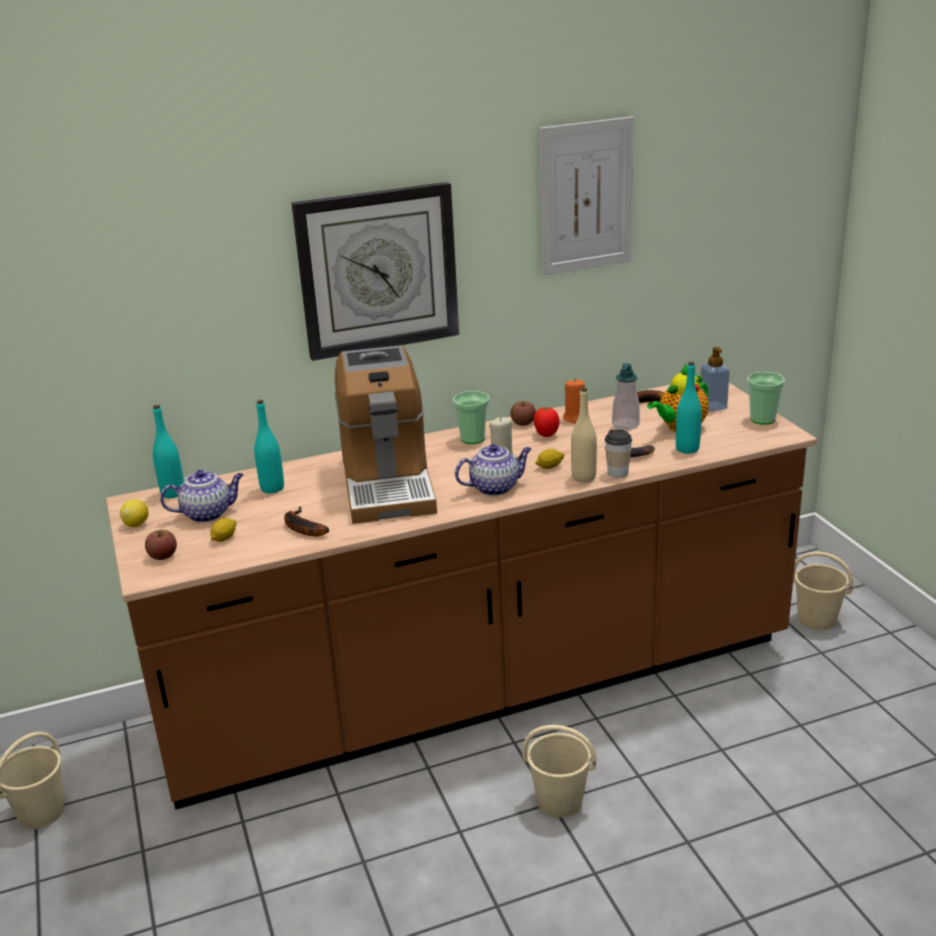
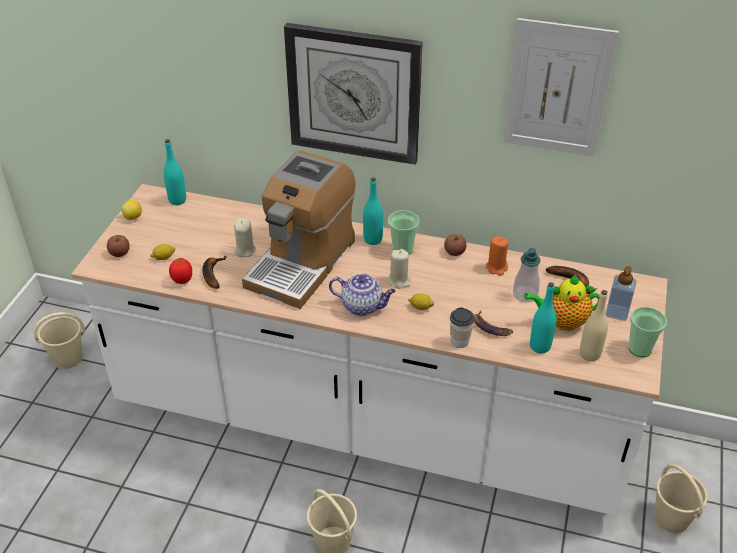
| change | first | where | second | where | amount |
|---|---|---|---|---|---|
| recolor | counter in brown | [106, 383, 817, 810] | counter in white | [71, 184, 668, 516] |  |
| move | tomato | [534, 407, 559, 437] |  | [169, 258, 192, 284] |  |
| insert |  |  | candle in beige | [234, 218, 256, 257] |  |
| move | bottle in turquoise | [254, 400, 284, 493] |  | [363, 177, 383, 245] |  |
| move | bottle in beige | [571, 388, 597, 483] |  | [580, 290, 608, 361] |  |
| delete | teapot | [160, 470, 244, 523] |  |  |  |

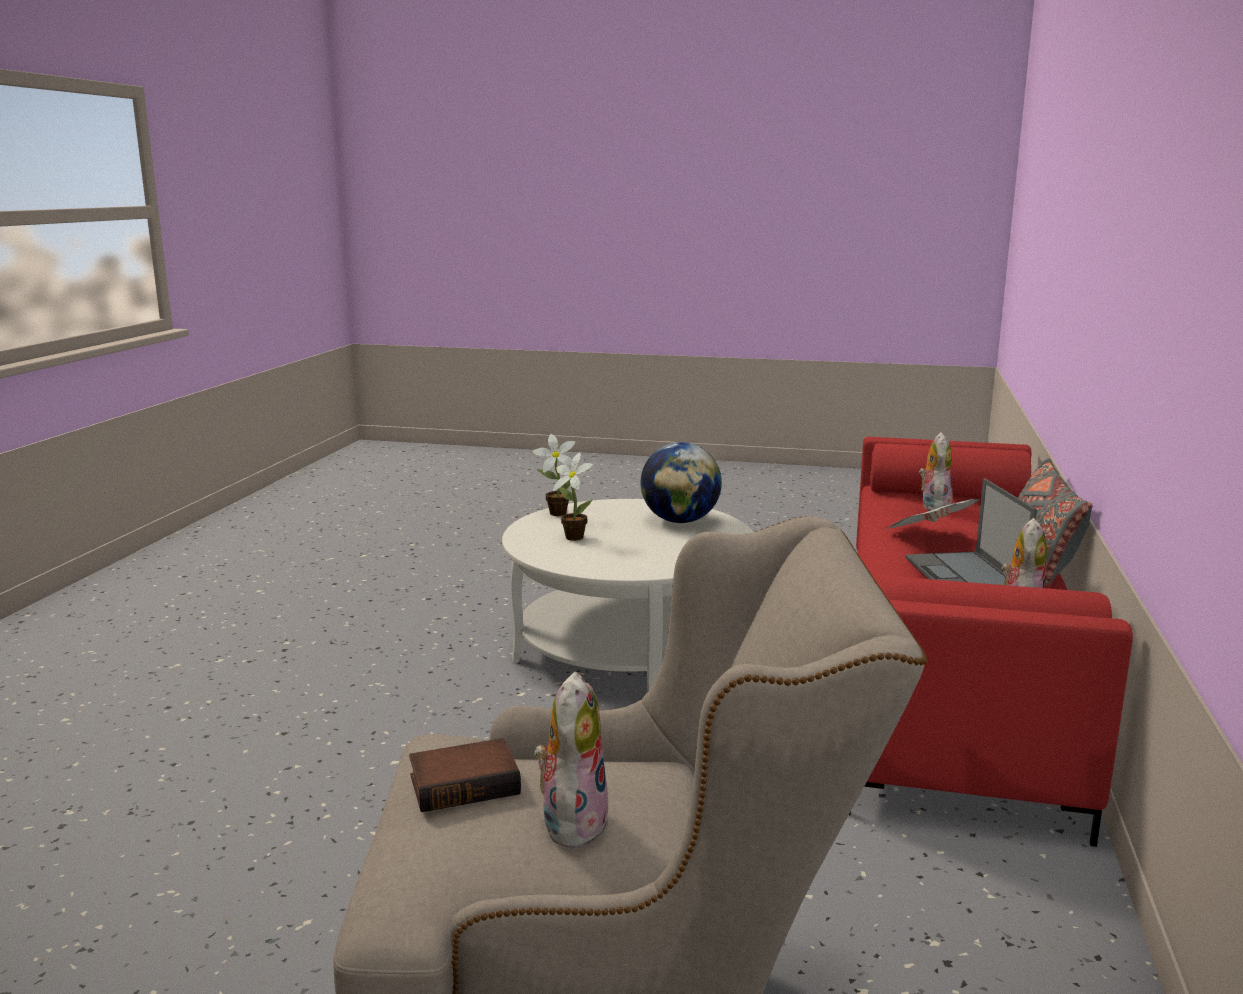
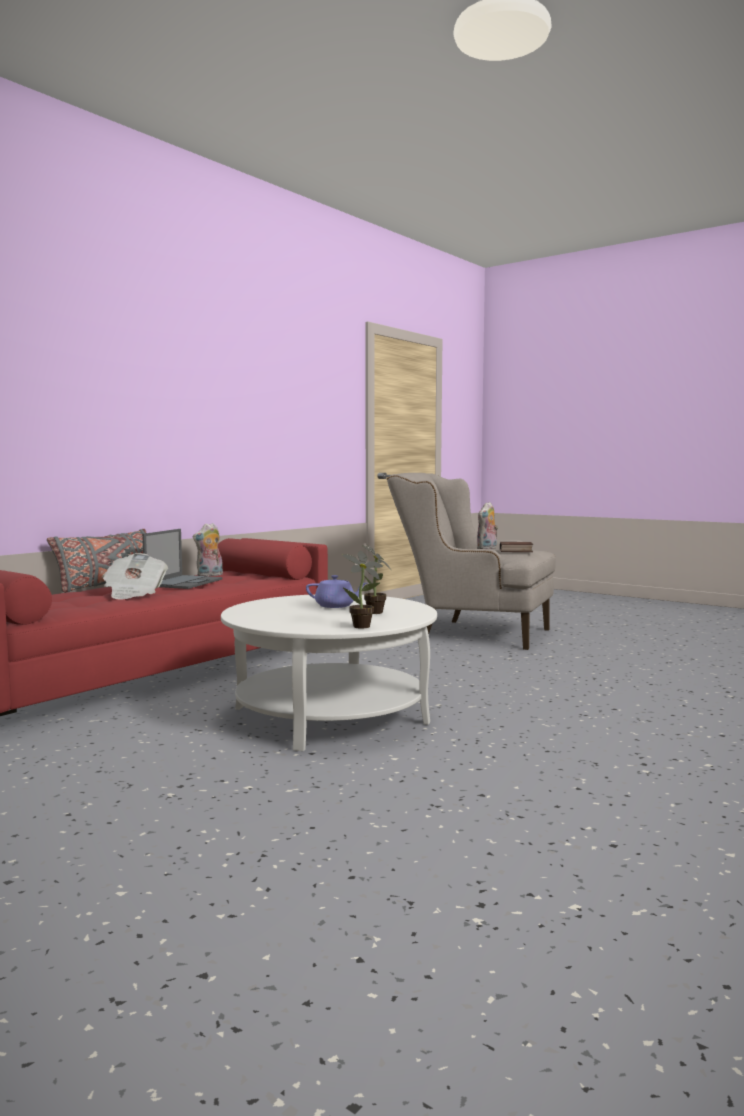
| change | first | where | second | where | amount |
|---|---|---|---|---|---|
| insert |  |  | teapot in purple | [306, 575, 367, 608] |  |
| delete | globe | [641, 442, 722, 523] |  |  |  |
| delete | plush toy | [919, 432, 953, 511] |  |  |  |

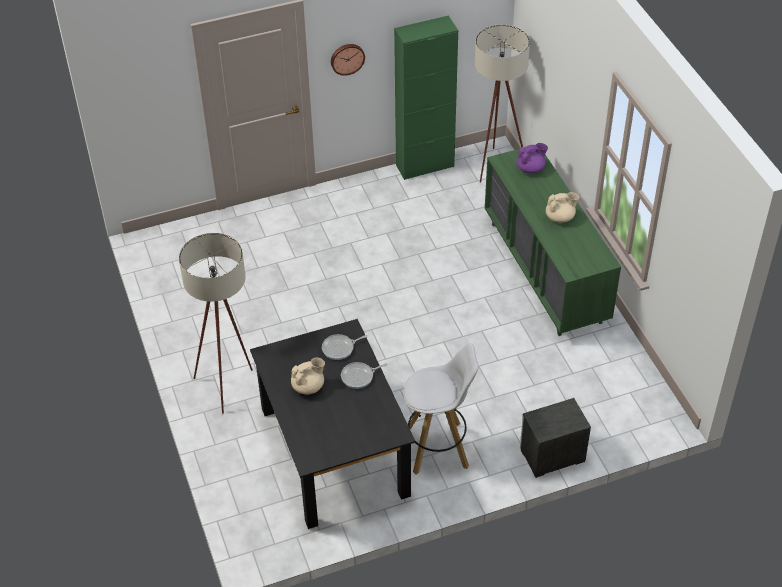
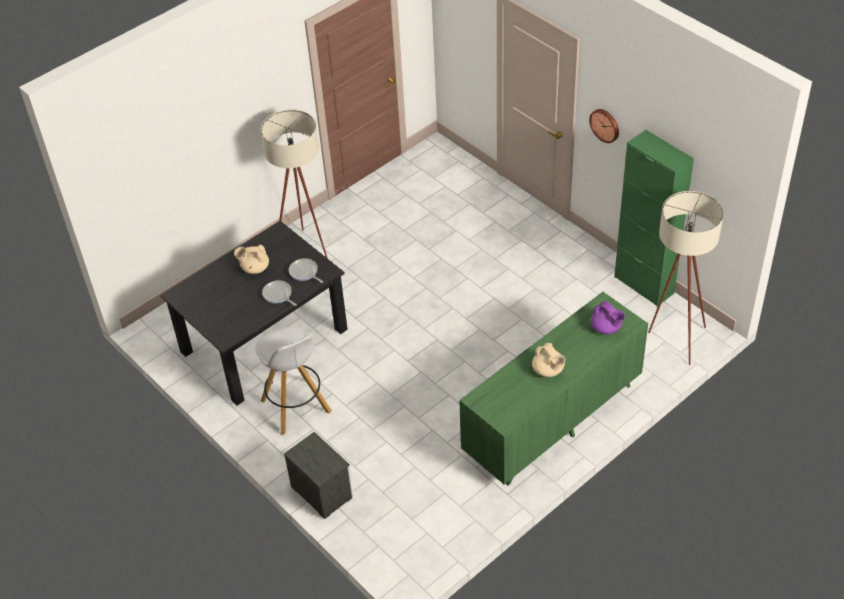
| change | first | where | second | where | amount |
|---|---|---|---|---|---|
| rotate | teapot in beige | [291, 358, 325, 394] |  | [234, 245, 269, 274] | 135 degrees clockwise |

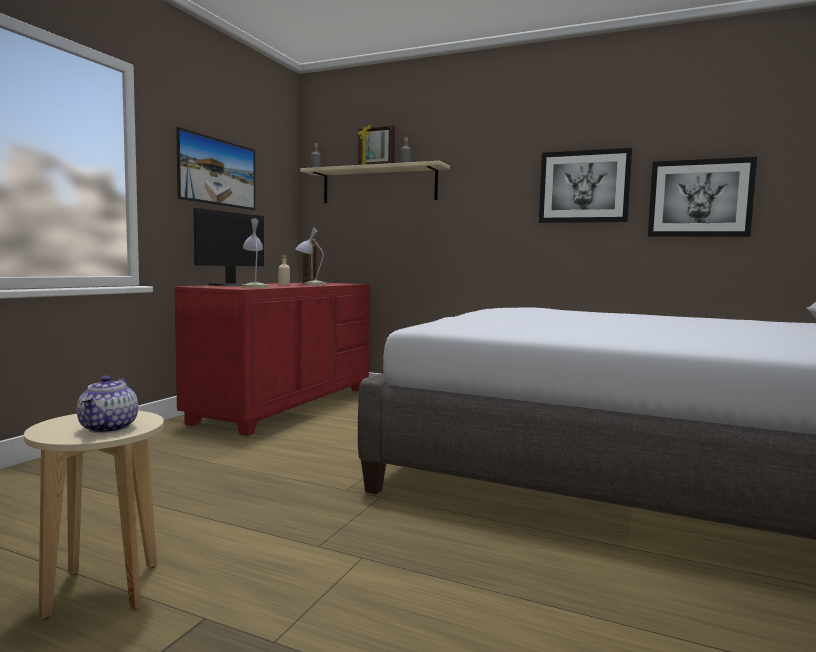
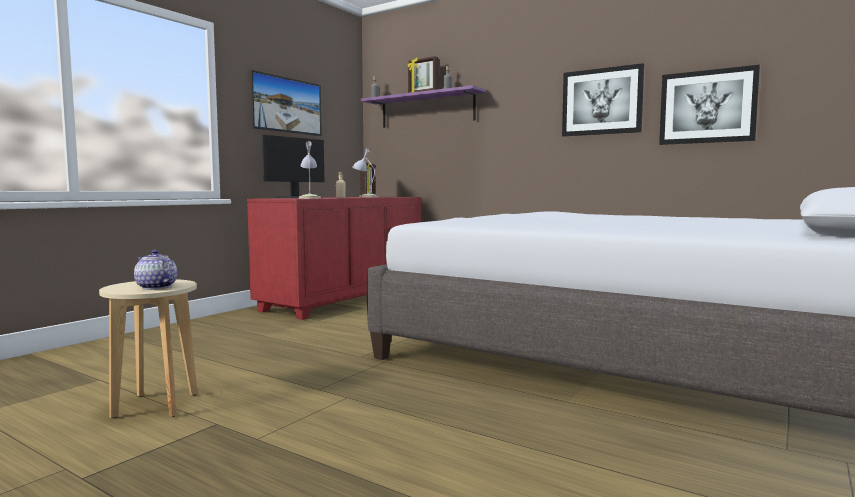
| change | first | where | second | where | amount |
|---|---|---|---|---|---|
| rotate | teapot | [77, 375, 138, 433] |  | [134, 250, 177, 290] | 120 degrees clockwise |
| recolor | shelf in beige | [300, 161, 450, 203] | shelf in purple | [361, 85, 486, 128] |  |

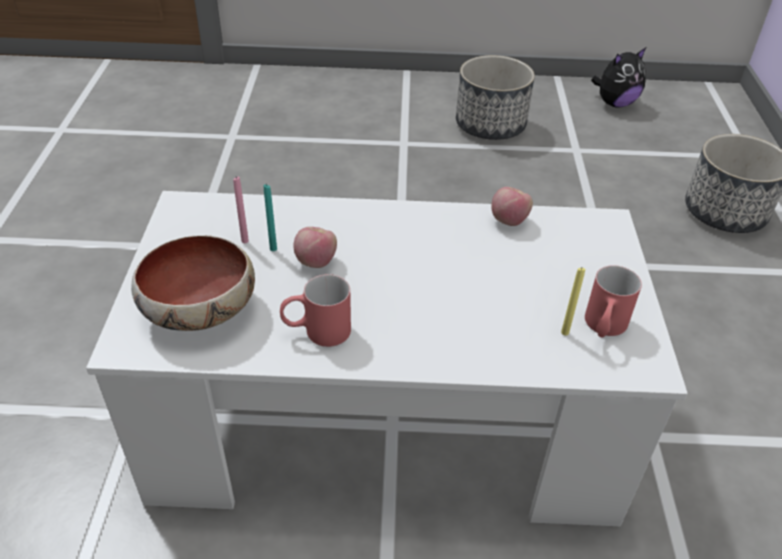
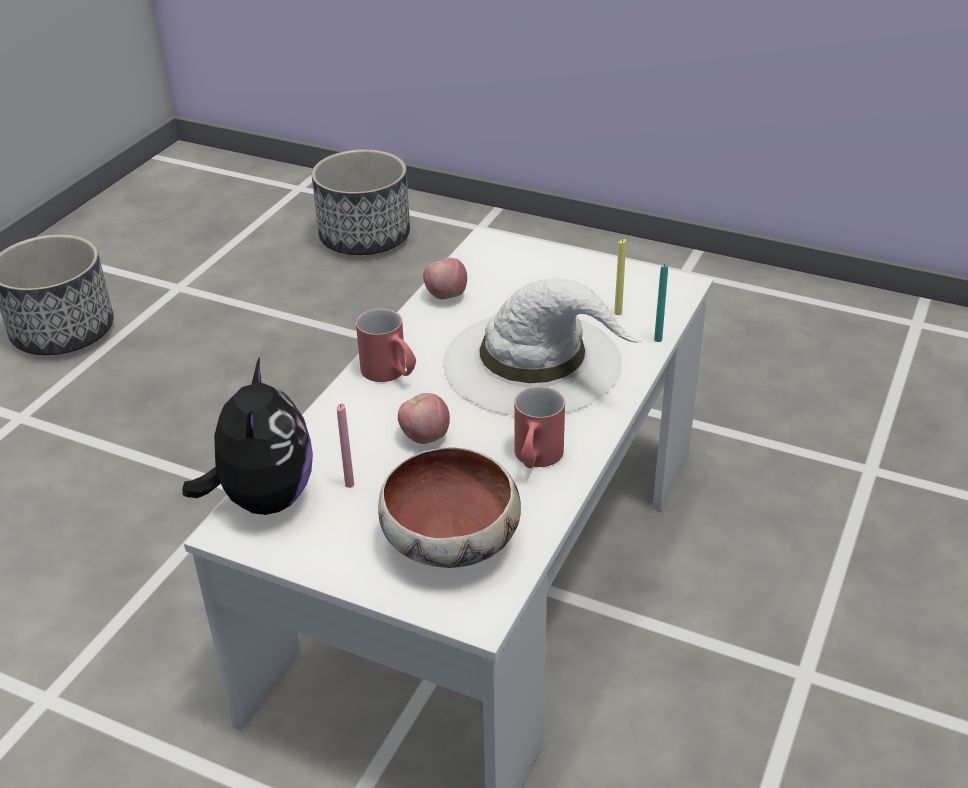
| change | first | where | second | where | amount |
|---|---|---|---|---|---|
| move | plush toy | [591, 48, 646, 108] |  | [182, 357, 313, 515] |  |
| move | mug in red | [585, 265, 642, 337] |  | [356, 309, 416, 382] |  |
| insert |  |  | hat in white | [443, 278, 641, 416] |  |
| move | candle in turquoise | [264, 184, 277, 251] |  | [654, 264, 668, 342] |  |

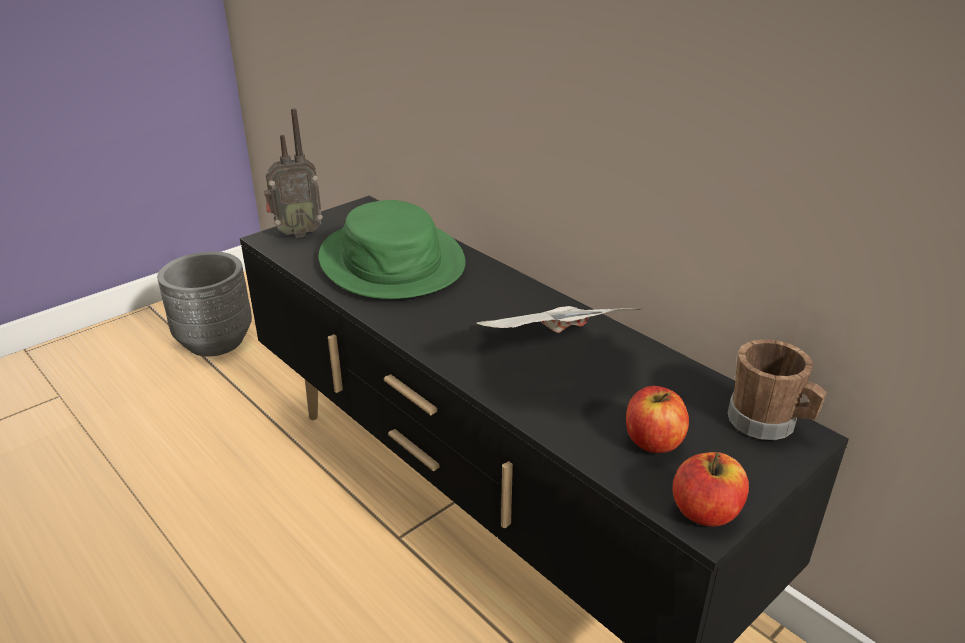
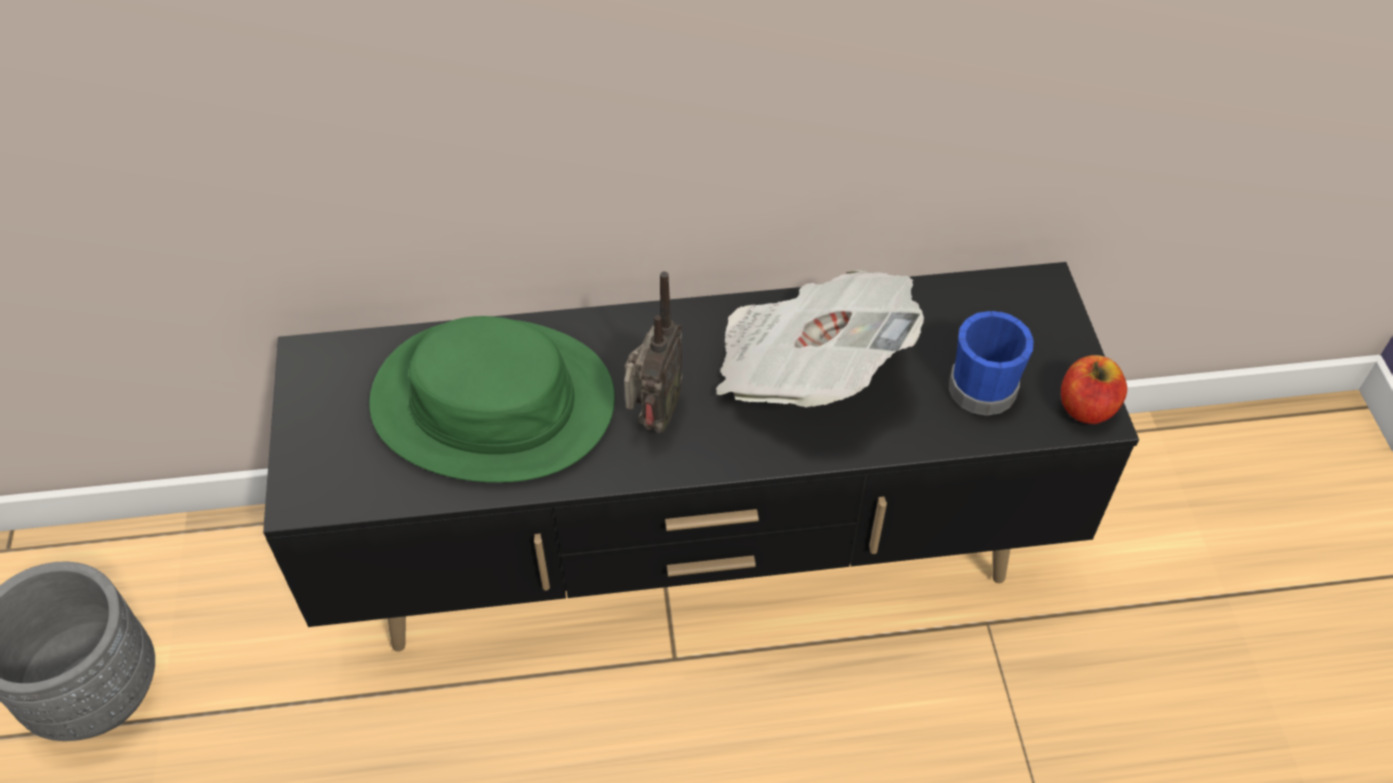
| change | first | where | second | where | amount |
|---|---|---|---|---|---|
| move | radio | [264, 108, 323, 238] |  | [624, 271, 682, 433] |  |
| replace | apple | [626, 386, 689, 453] | mug in blue | [949, 311, 1034, 416] |  |
| delete | mug in brown | [728, 339, 827, 440] |  |  |  |

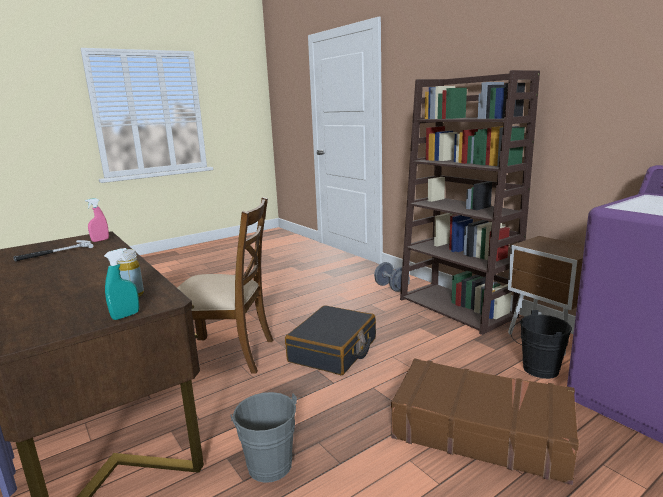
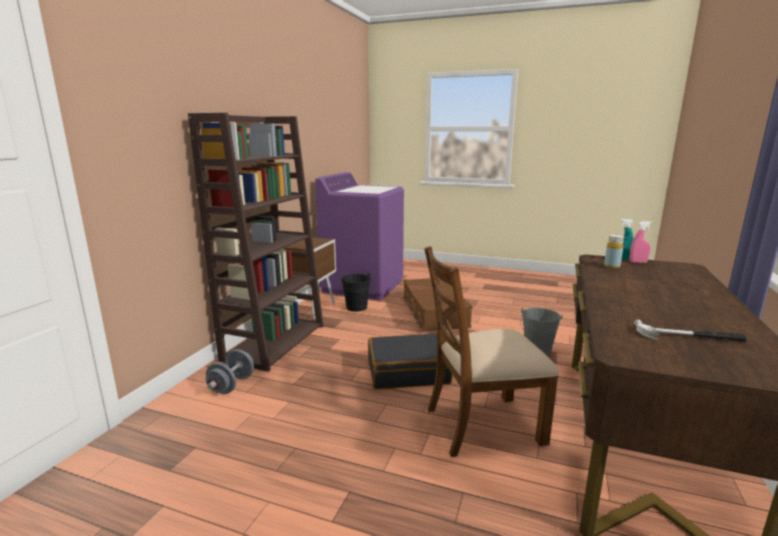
| change | first | where | second | where | amount |
|---|---|---|---|---|---|
| rotate | chair in brown | [177, 197, 273, 374] |  | [424, 246, 559, 457] | 75 degrees counterclockwise |
| move | spray bottle in pink | [85, 198, 109, 242] |  | [630, 221, 653, 263] |  |

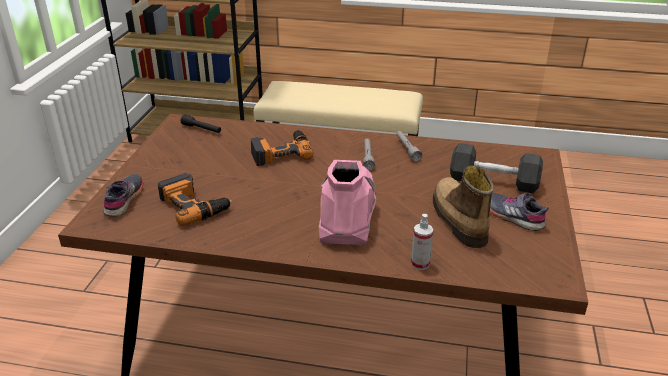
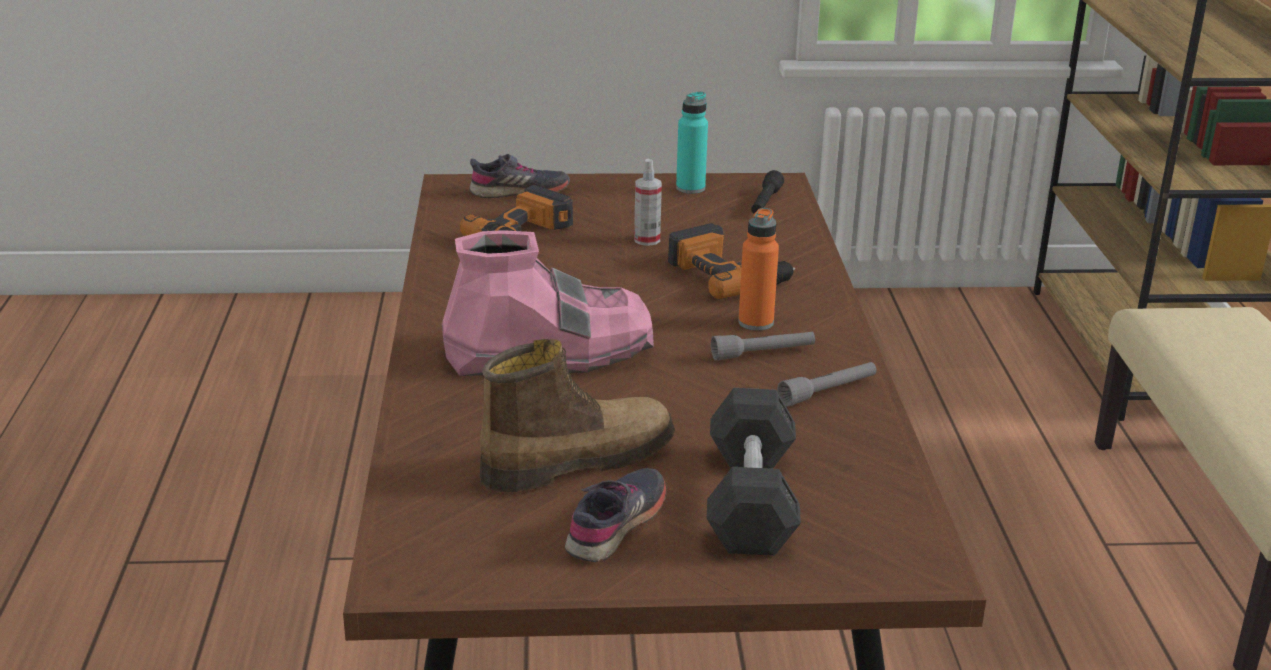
| change | first | where | second | where | amount |
|---|---|---|---|---|---|
| move | spray bottle | [411, 214, 433, 270] |  | [634, 159, 662, 246] |  |
| insert |  |  | bottle in turquoise | [676, 92, 708, 194] |  |
| insert |  |  | bottle in orange | [738, 208, 779, 331] |  |

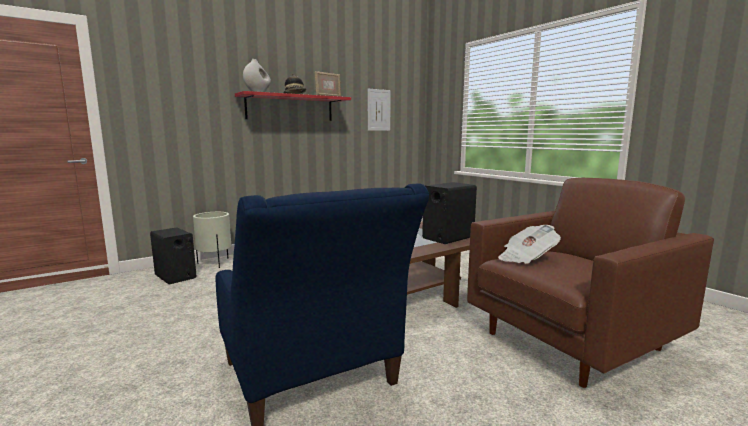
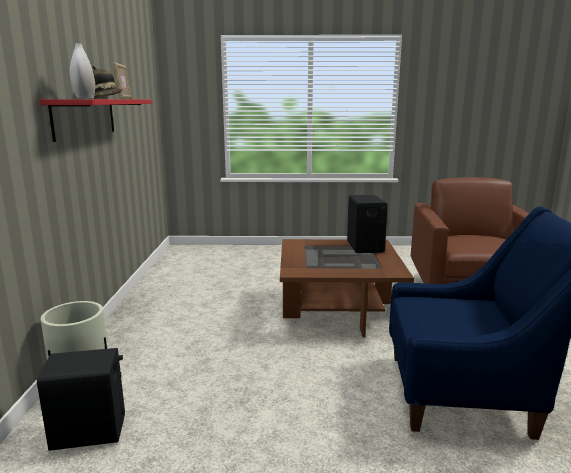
| change | first | where | second | where | amount |
|---|---|---|---|---|---|
| delete | picture | [368, 89, 391, 131] |  |  |  |
| delete | newspaper | [498, 225, 561, 264] |  |  |  |

